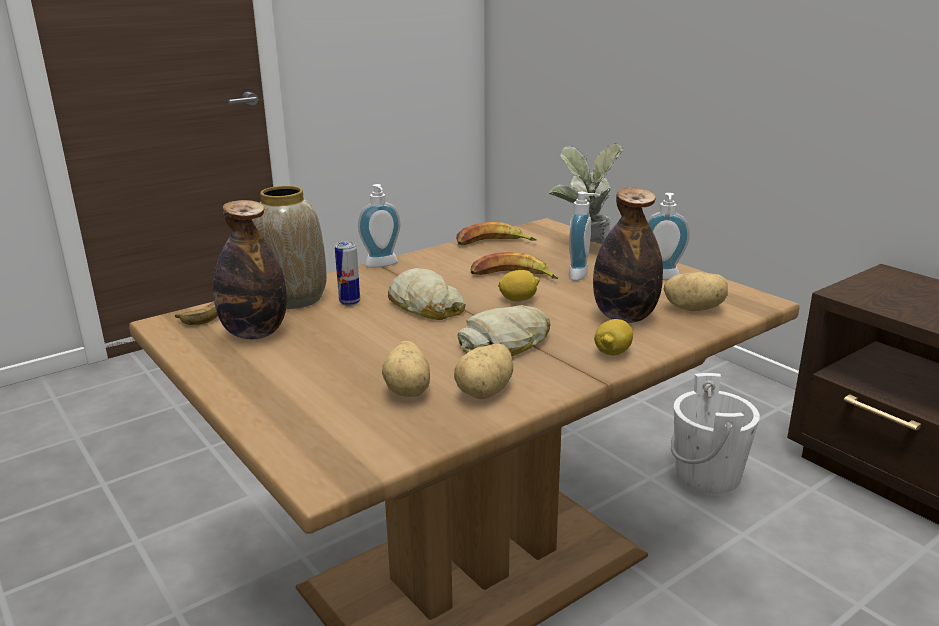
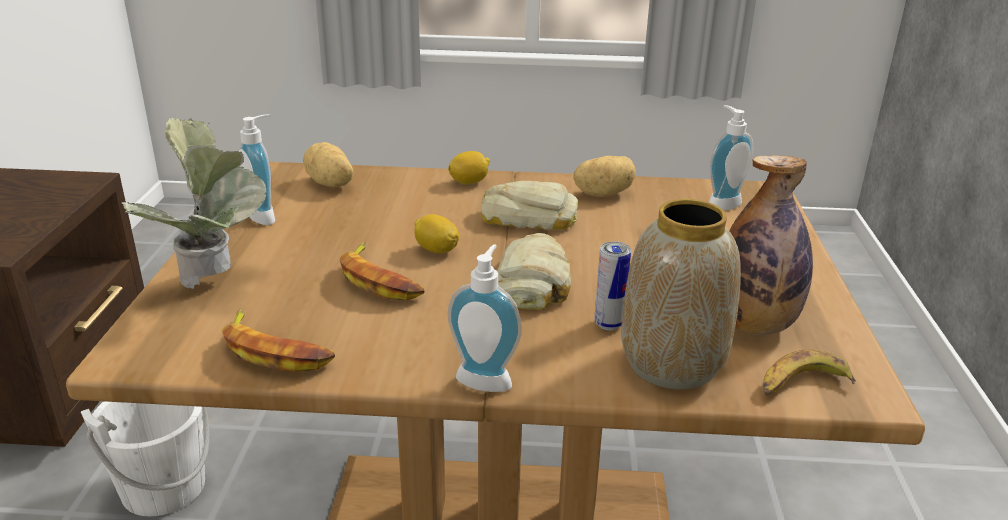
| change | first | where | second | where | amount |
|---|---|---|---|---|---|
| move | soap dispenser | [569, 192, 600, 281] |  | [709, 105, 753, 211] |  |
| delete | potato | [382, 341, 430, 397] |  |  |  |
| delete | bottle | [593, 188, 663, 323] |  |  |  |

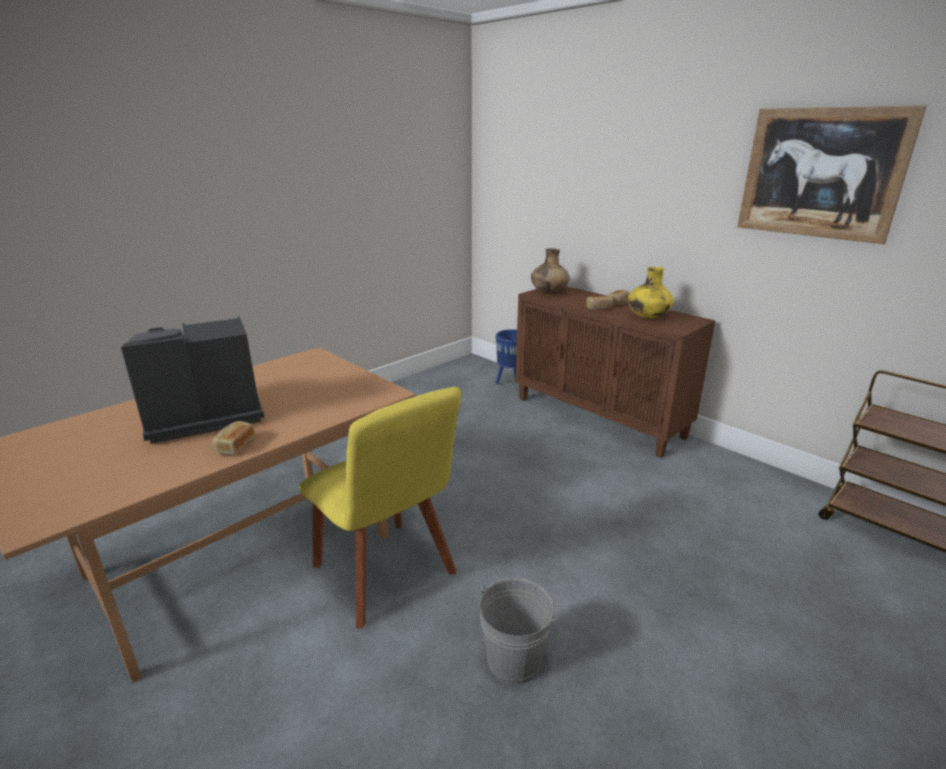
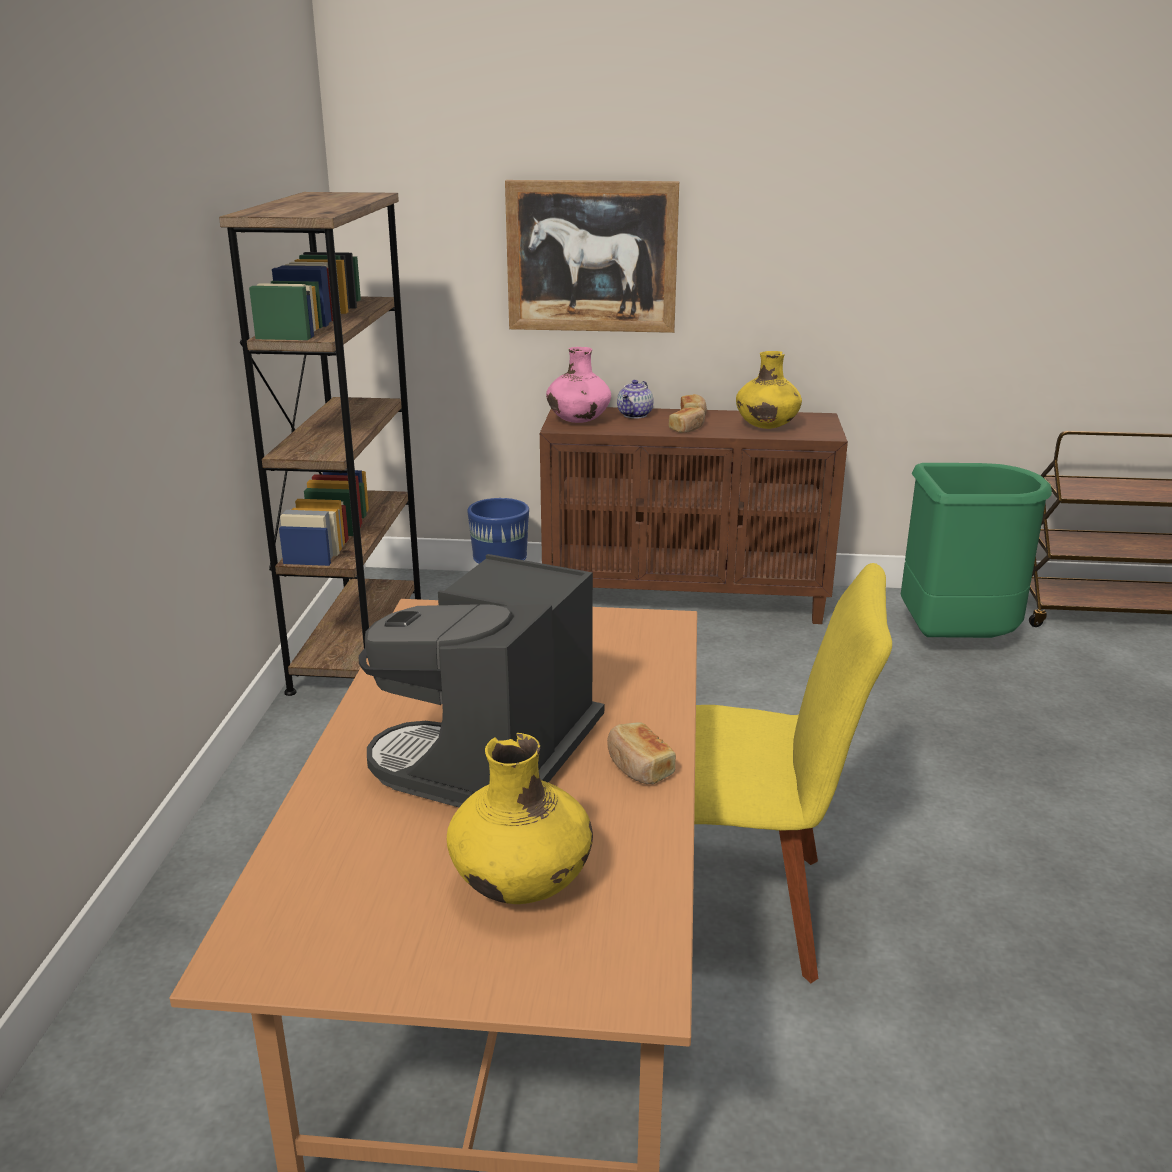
| change | first | where | second | where | amount |
|---|---|---|---|---|---|
| insert |  |  | bookcase in brown | [219, 192, 421, 696] |  |
| insert |  |  | vase in yellow | [447, 733, 593, 904] |  |
| move | picture | [737, 105, 927, 244] |  | [505, 180, 679, 333] |  |
| recolor | vase in brown | [531, 248, 570, 294] | vase in pink | [546, 347, 611, 423] |  |
| insert |  |  | teapot | [617, 380, 654, 419] |  |
| insert |  |  | trash can in green | [901, 463, 1052, 638] |  |
| delete | bucket in grey | [479, 578, 558, 684] |  |  |  |

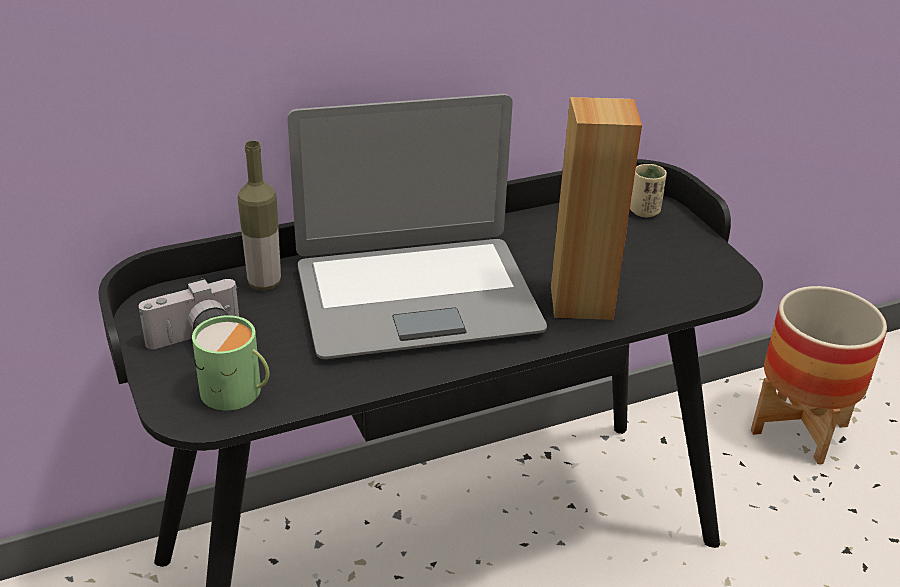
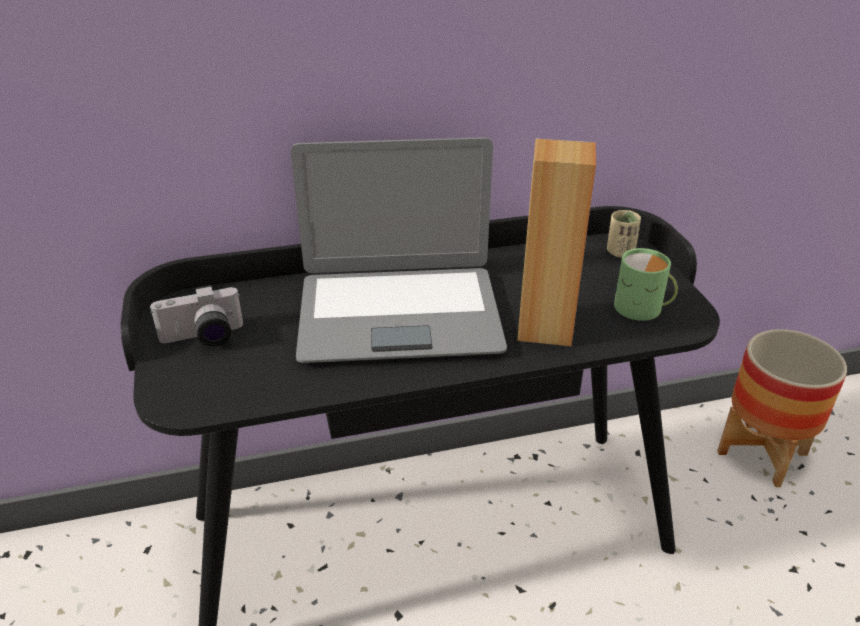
| change | first | where | second | where | amount |
|---|---|---|---|---|---|
| move | mug in green | [192, 315, 270, 411] |  | [614, 248, 678, 321] |  |
| delete | bottle | [238, 141, 281, 291] |  |  |  |

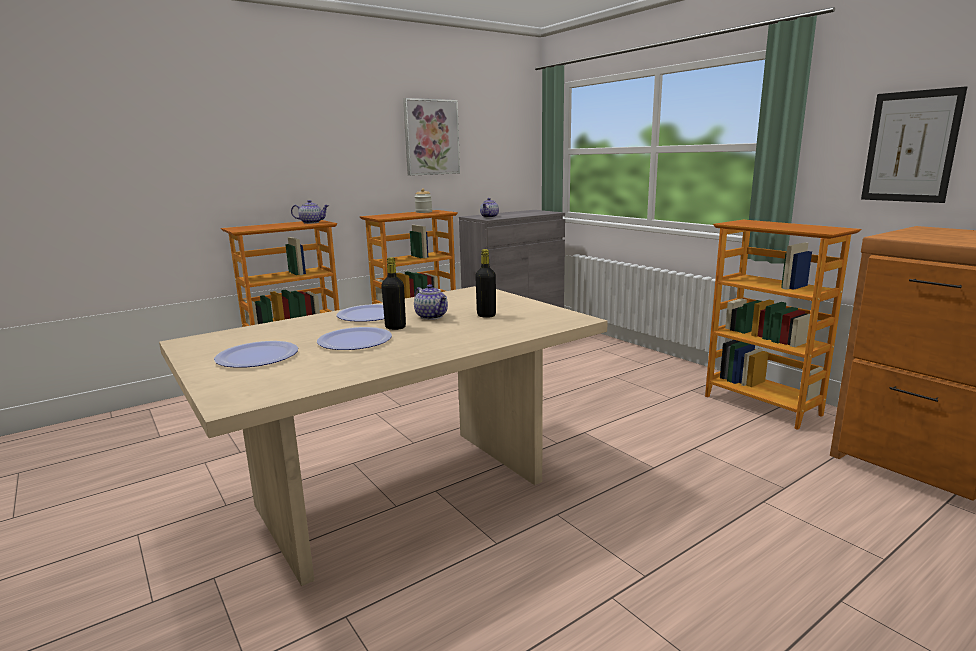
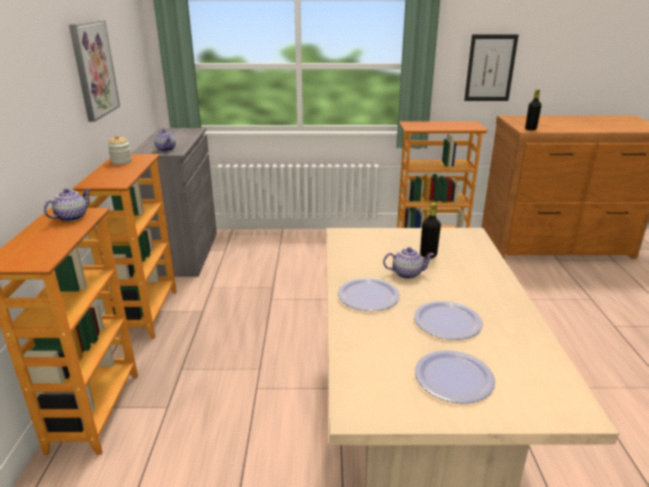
| change | first | where | second | where | amount |
|---|---|---|---|---|---|
| move | bottle in black | [381, 257, 406, 330] |  | [525, 89, 542, 130] |  |

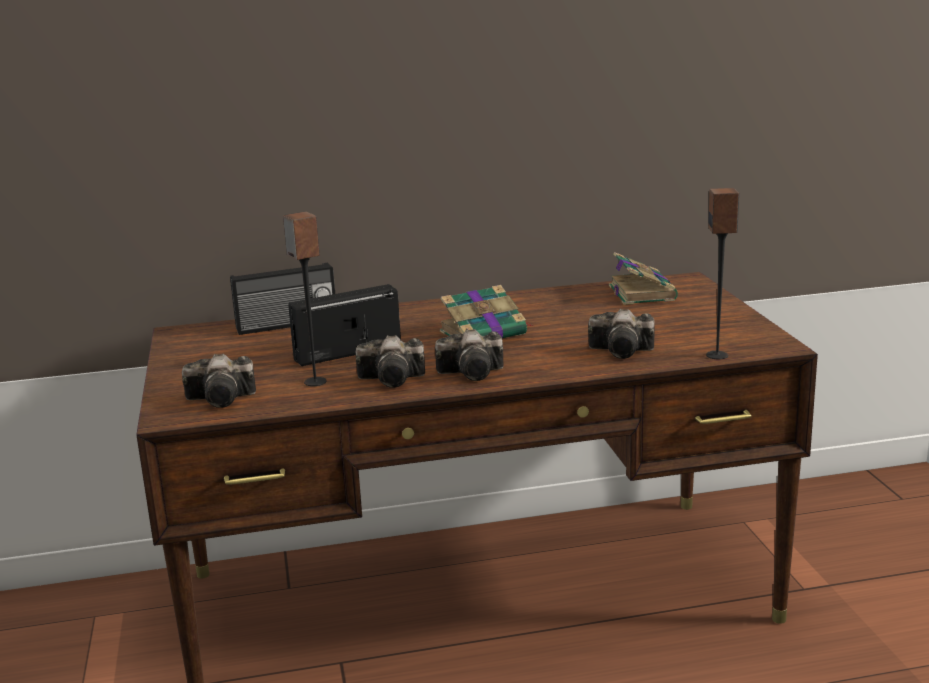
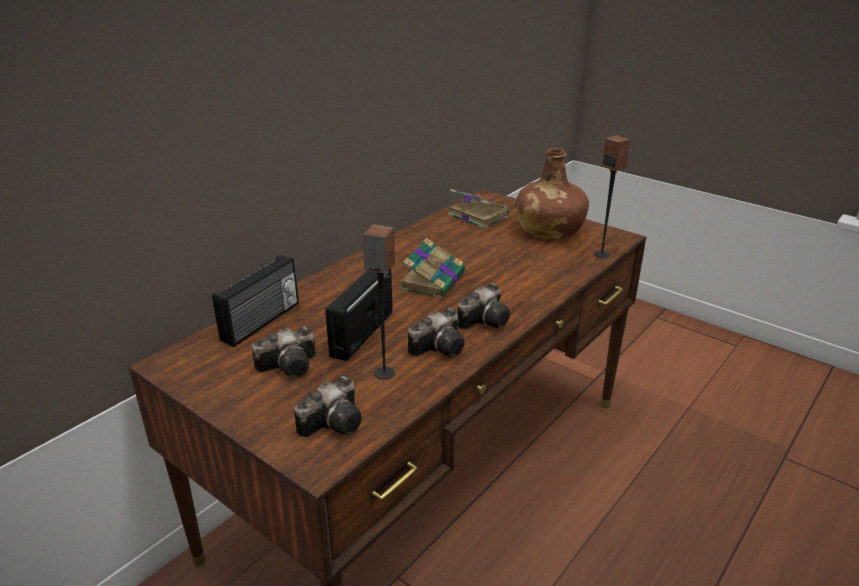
| change | first | where | second | where | amount |
|---|---|---|---|---|---|
| move | photo camera | [588, 309, 655, 359] |  | [252, 326, 316, 378] |  |
| insert |  |  | bottle in brown | [515, 148, 589, 239] |  |

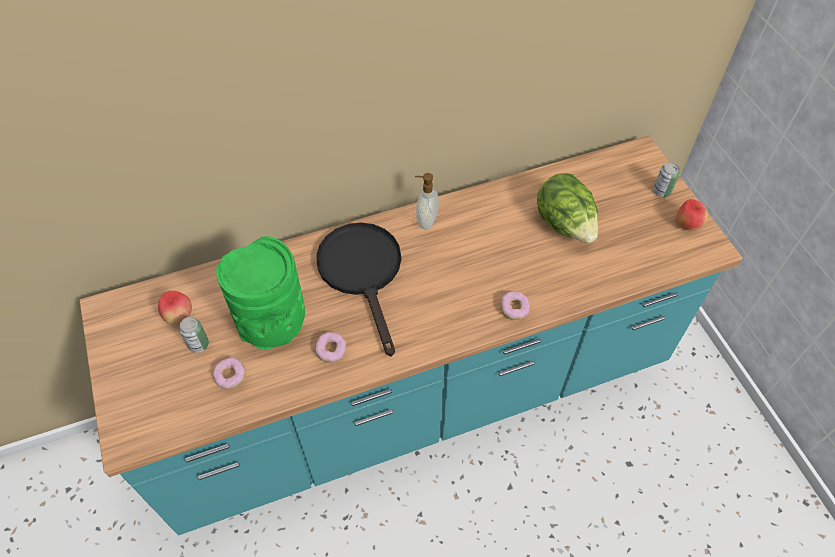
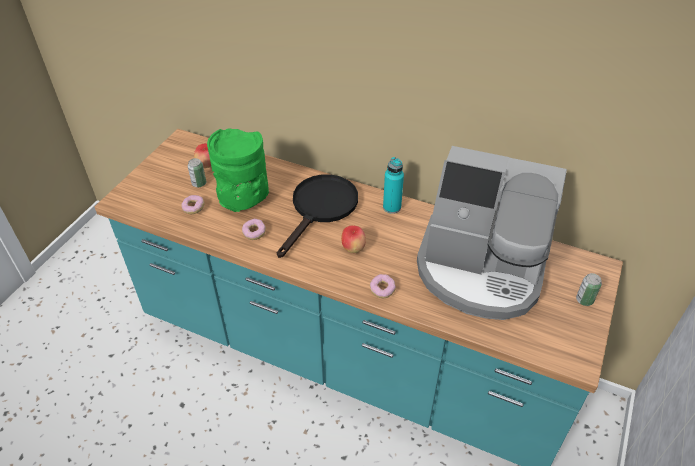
| change | first | where | second | where | amount |
|---|---|---|---|---|---|
| move | apple | [676, 199, 708, 230] |  | [341, 225, 366, 253] |  |
| replace | soap dispenser | [415, 173, 439, 230] | bottle in turquoise | [383, 157, 404, 214] |  |
| replace | lettuce | [537, 173, 598, 243] | coffee machine | [417, 146, 567, 320] |  |

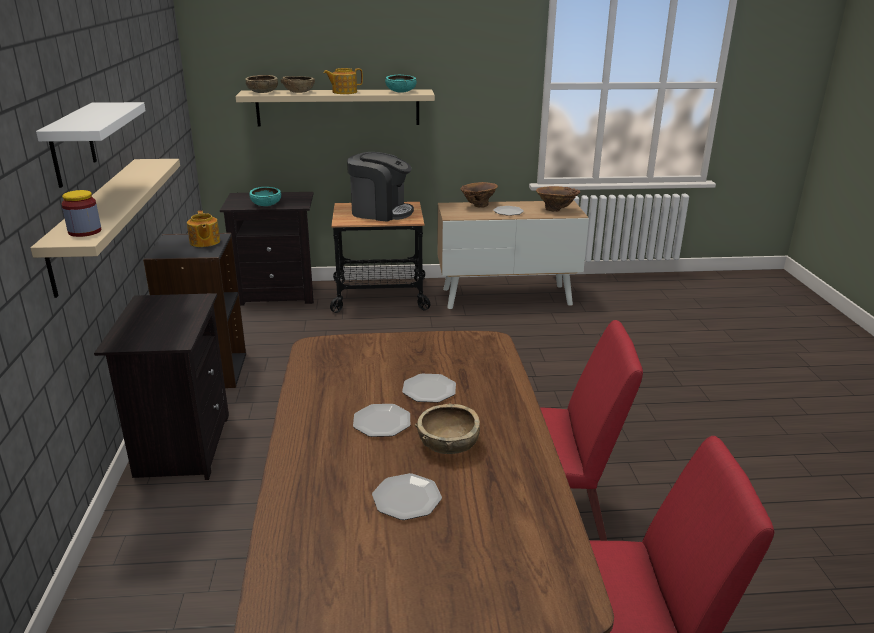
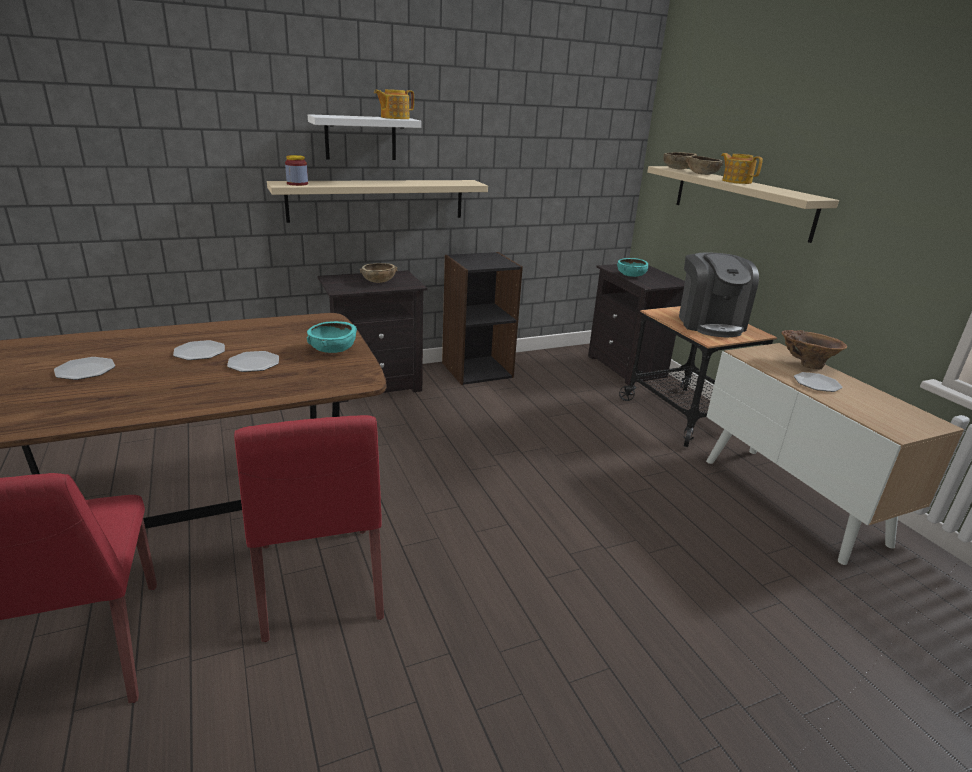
| change | first | where | second | where | amount |
|---|---|---|---|---|---|
| move | bowl in turquoise | [385, 75, 417, 93] |  | [307, 321, 357, 353] |  |
| move | bowl in brown | [415, 403, 480, 454] |  | [360, 263, 397, 283] |  |
| move | teapot | [187, 211, 220, 247] |  | [374, 89, 414, 119] |  |
| delete | vase in brown | [536, 186, 580, 212] |  |  |  |

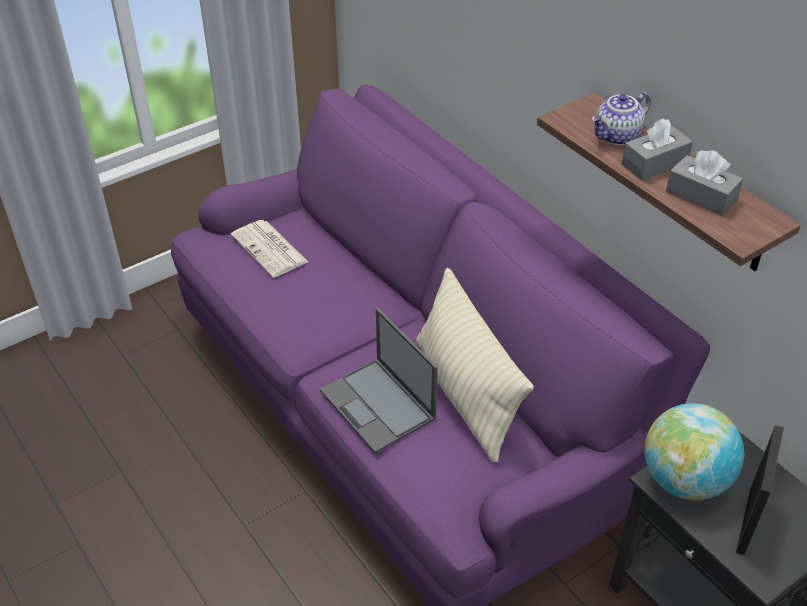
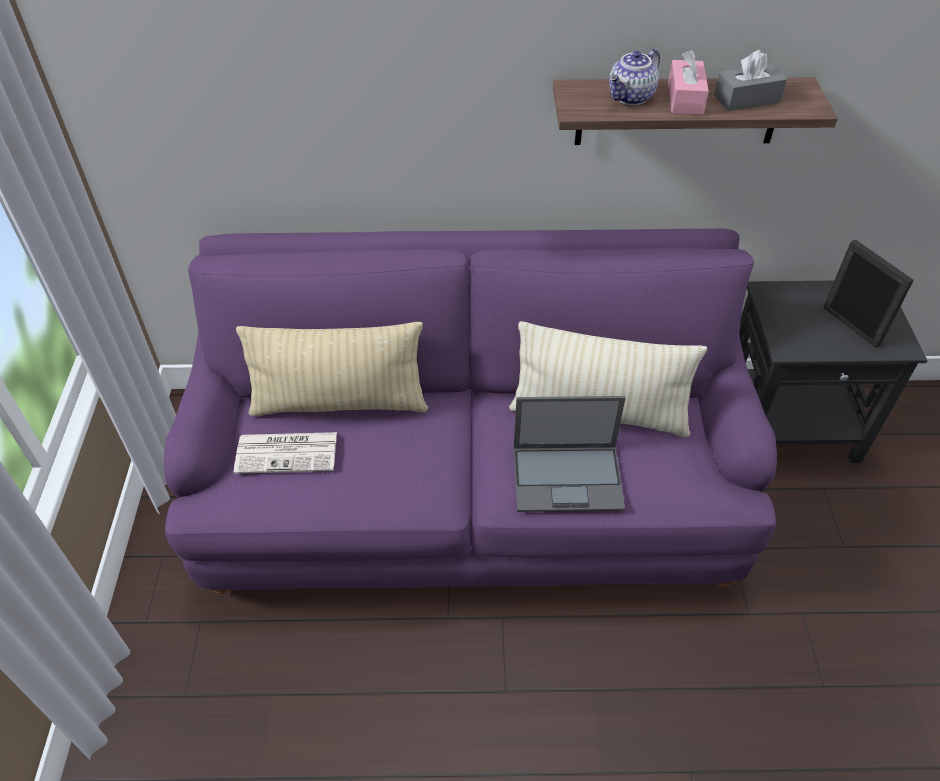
| change | first | where | second | where | amount |
|---|---|---|---|---|---|
| insert |  |  | pillow in beige | [236, 322, 428, 416] |  |
| rotate | teapot | [591, 92, 651, 145] |  | [609, 49, 660, 105] | 45 degrees clockwise |
| recolor | tissue box in grey | [622, 118, 693, 181] | tissue box in pink | [668, 50, 709, 115] |  |
| delete | globe | [644, 403, 744, 500] |  |  |  |

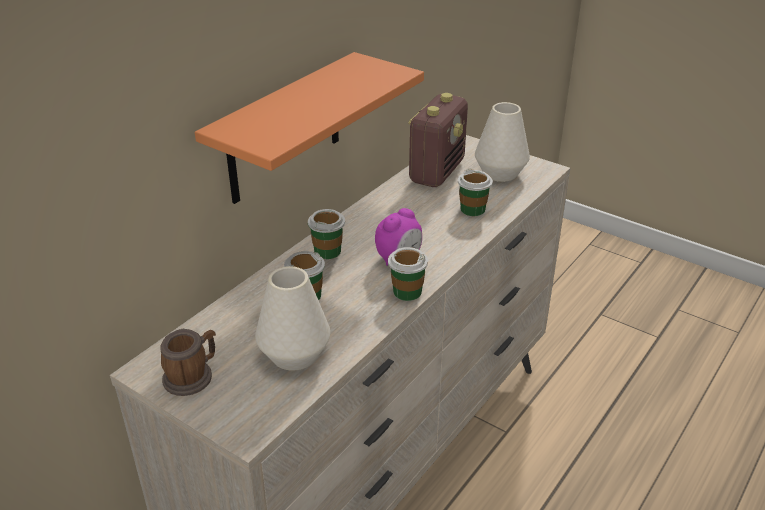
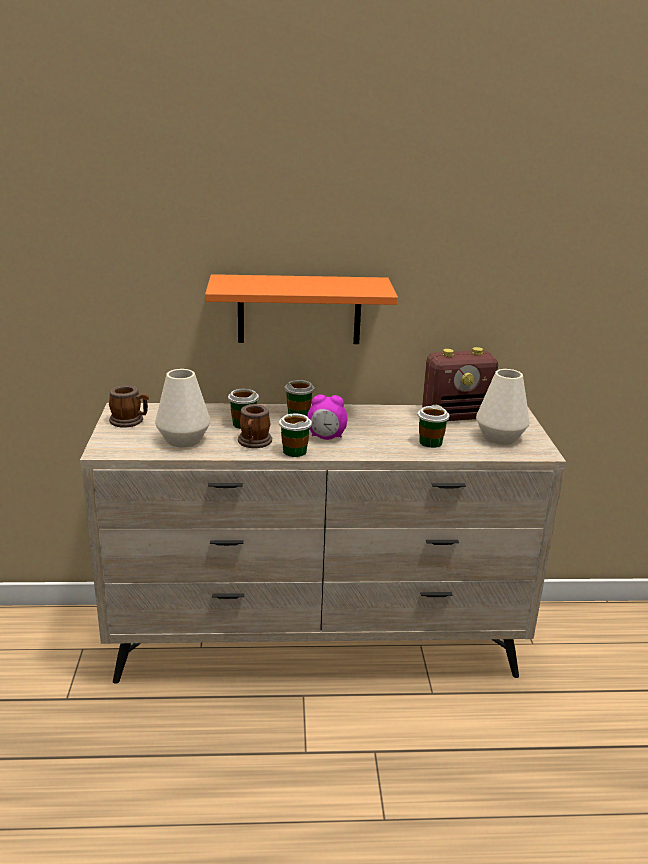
| change | first | where | second | where | amount |
|---|---|---|---|---|---|
| insert |  |  | mug | [238, 404, 272, 448] |  |

